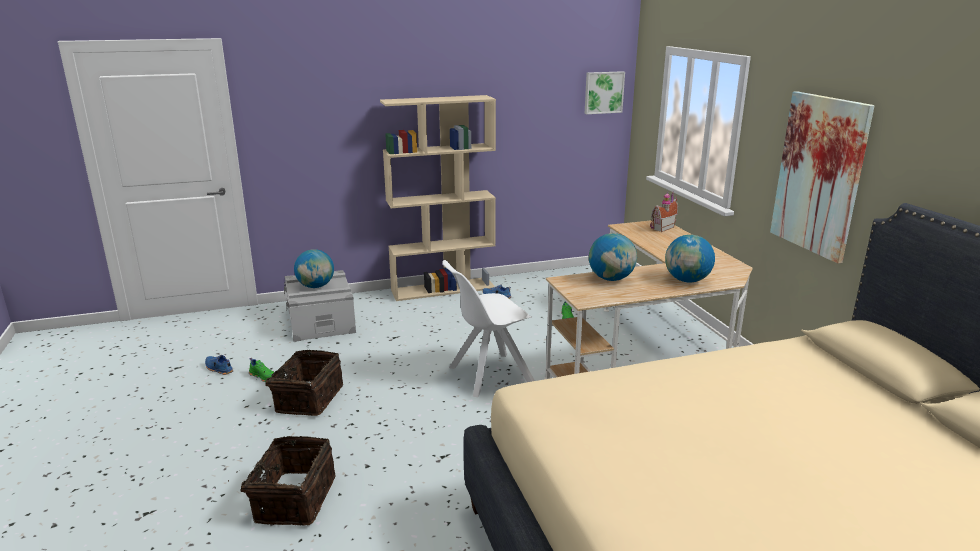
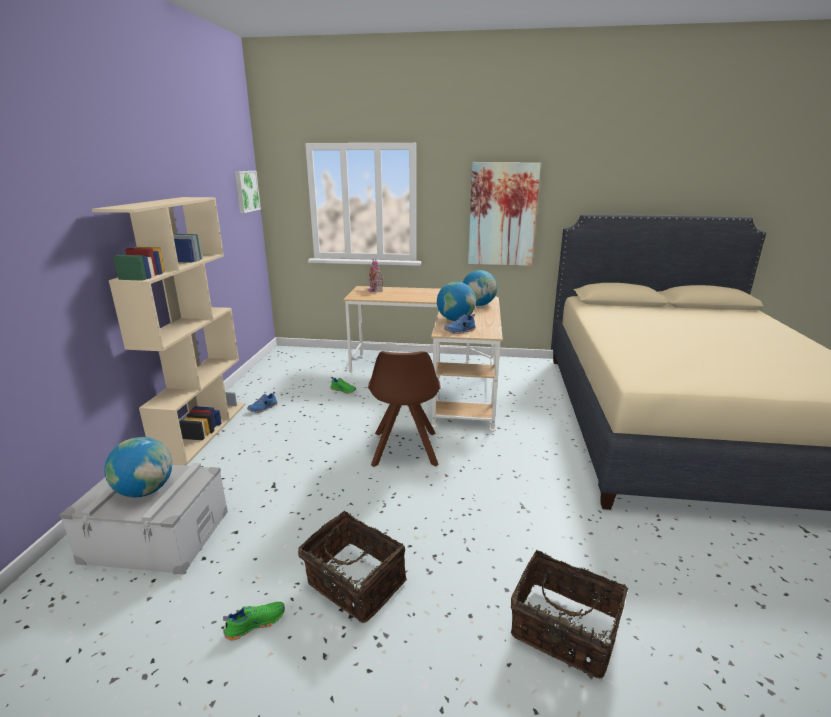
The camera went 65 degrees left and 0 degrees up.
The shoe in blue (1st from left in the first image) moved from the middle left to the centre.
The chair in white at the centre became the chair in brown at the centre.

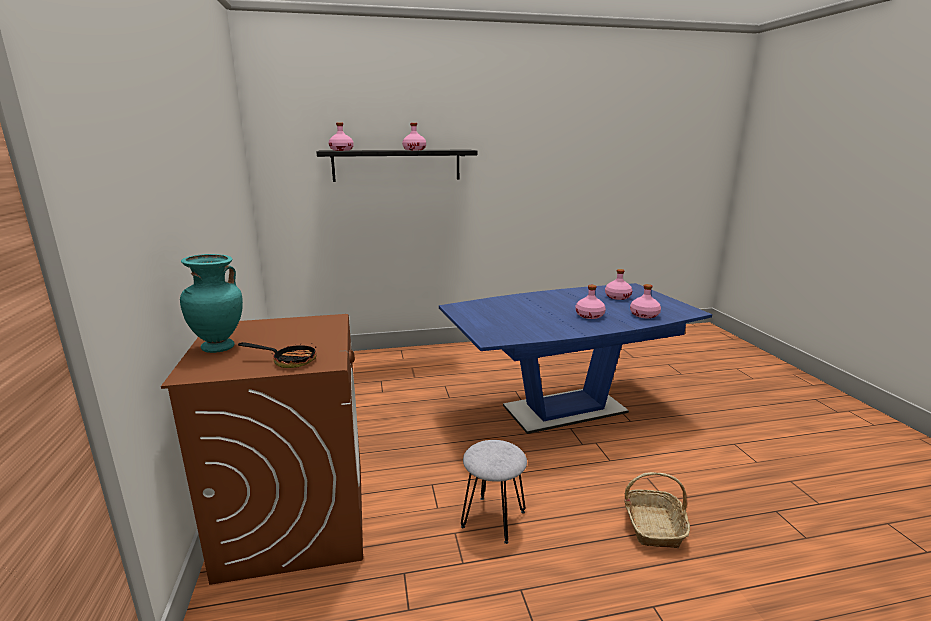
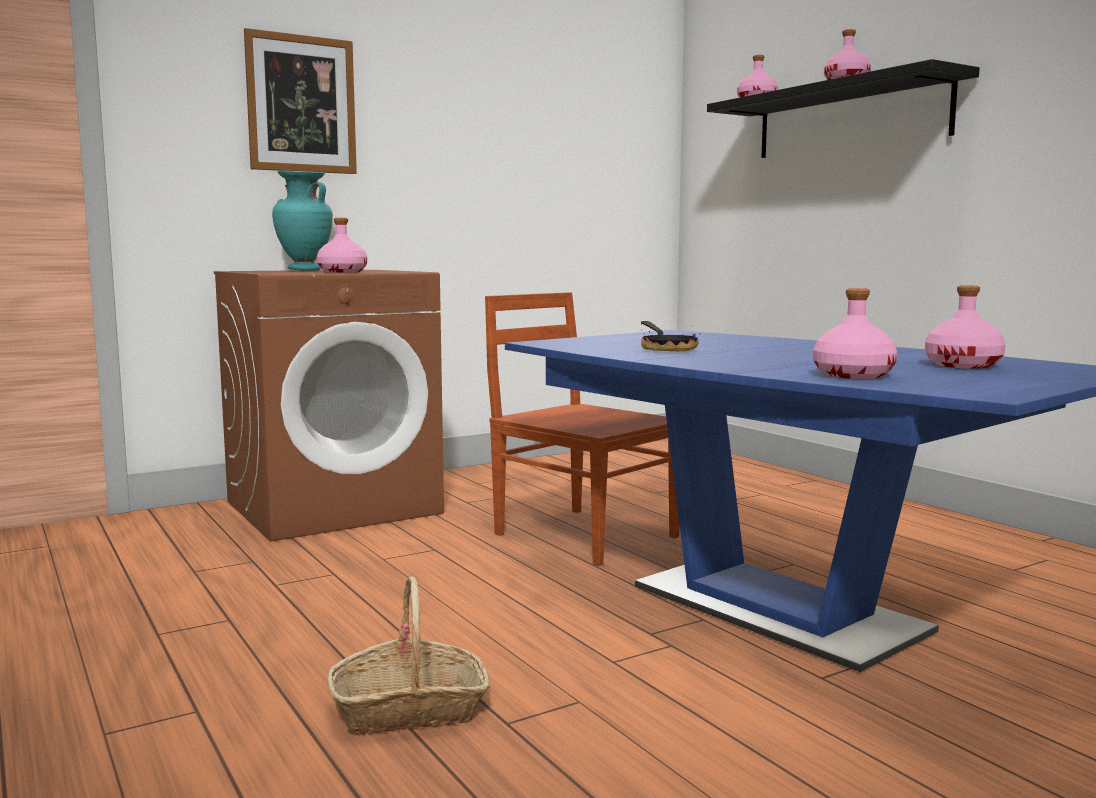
The camera went 70 degrees right and 10 degrees down.
The frying pan moved from the middle left to the centre.
The stool in grey at the bottom centre disappeared.
The bottle in pink (3rd from left in the first image) moved from the centre to the top left.
The picture at the top left appeared.
The chair in brown at the centre appeared.

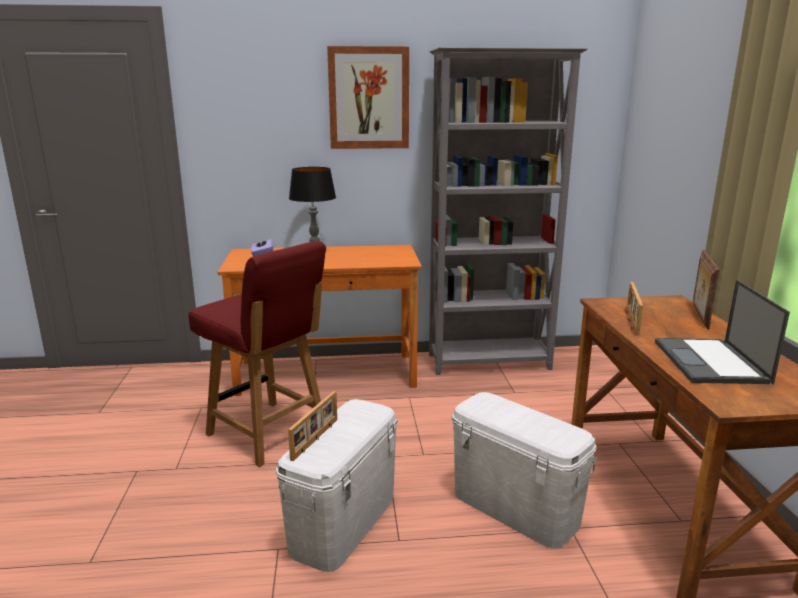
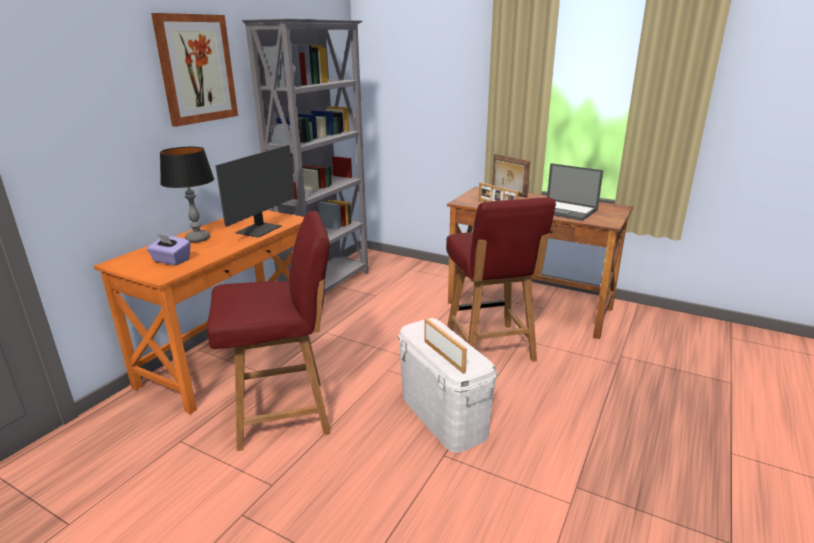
The camera went 55 degrees left and 5 degrees up.
The storage box in white (2nd from left) at the bottom centre was replaced by the chair in red (2nd from left) at the centre.
The monitor at the middle left appeared.

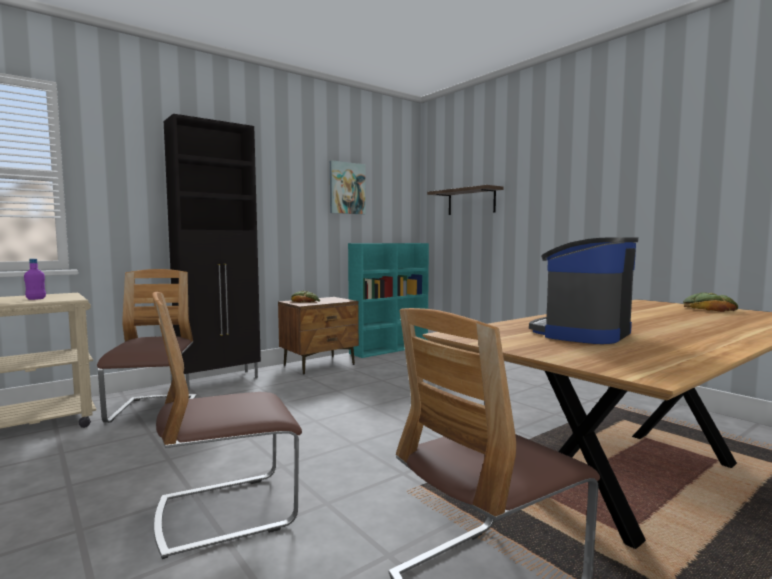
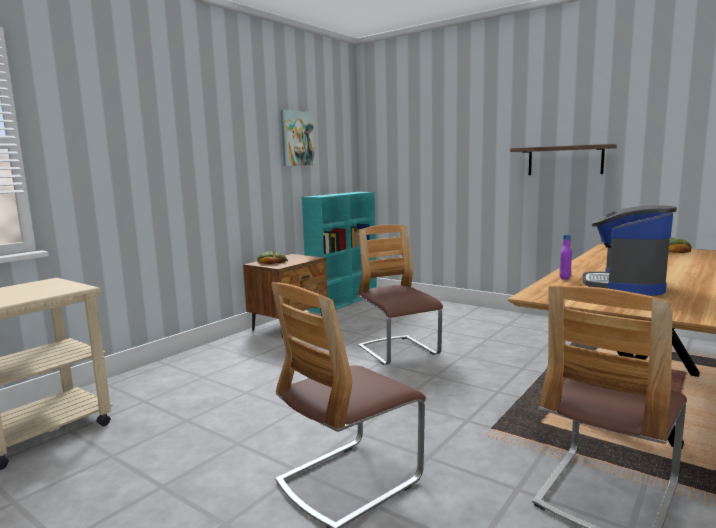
The camera went 15 degrees left and 5 degrees up.
The bottle in purple moved from the middle left to the middle right.
The chair (1st from left in the first image) moved from the middle left to the centre.
The cabinet in black at the middle left disappeared.
The shelf moved from the centre to the top right.

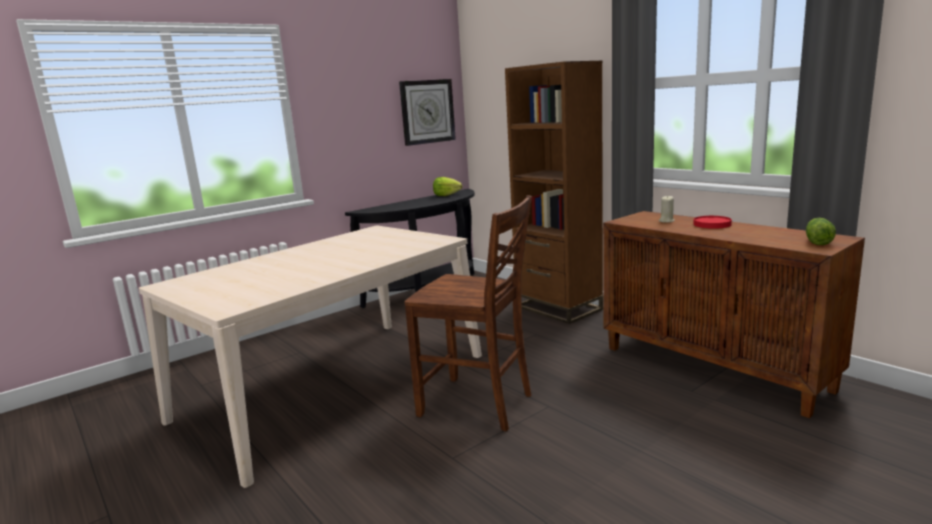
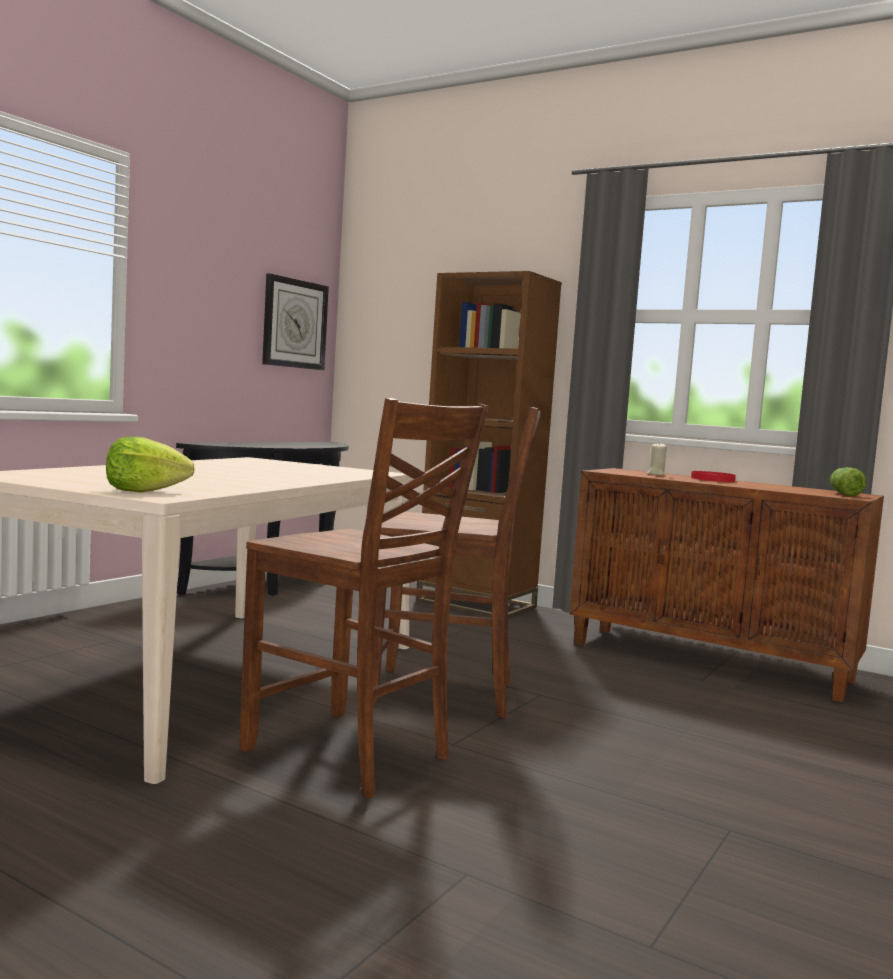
The camera went 20 degrees left and 10 degrees down.
The lettuce (1st from left) moved from the centre to the middle left.
The chair in brown (1st from left) at the centre appeared.

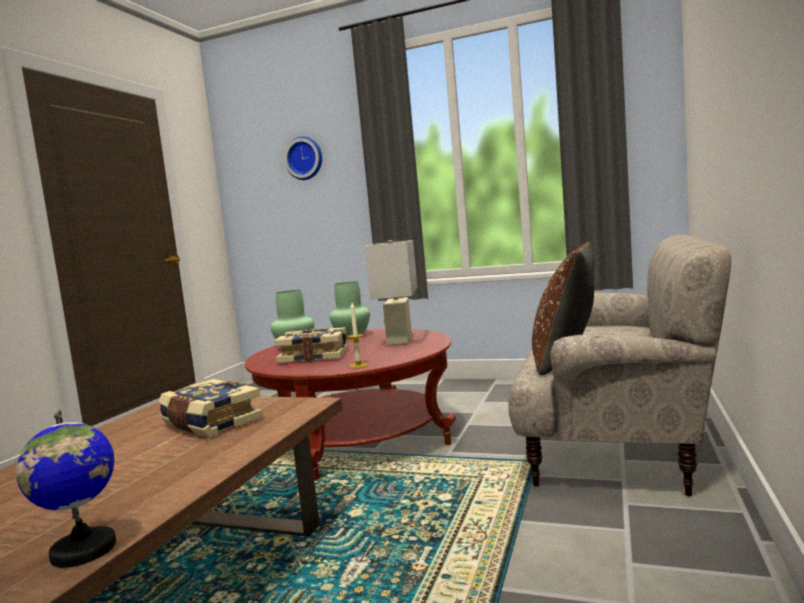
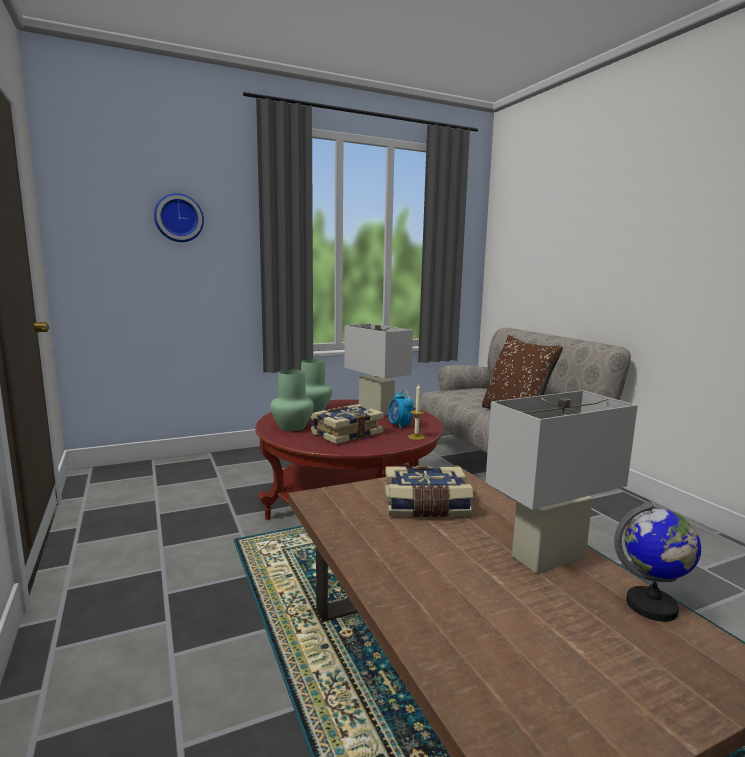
The camera went 45 degrees left and 5 degrees up.
The alarm clock at the centre appeared.
The table lamp in white (2nd from left) at the middle right appeared.

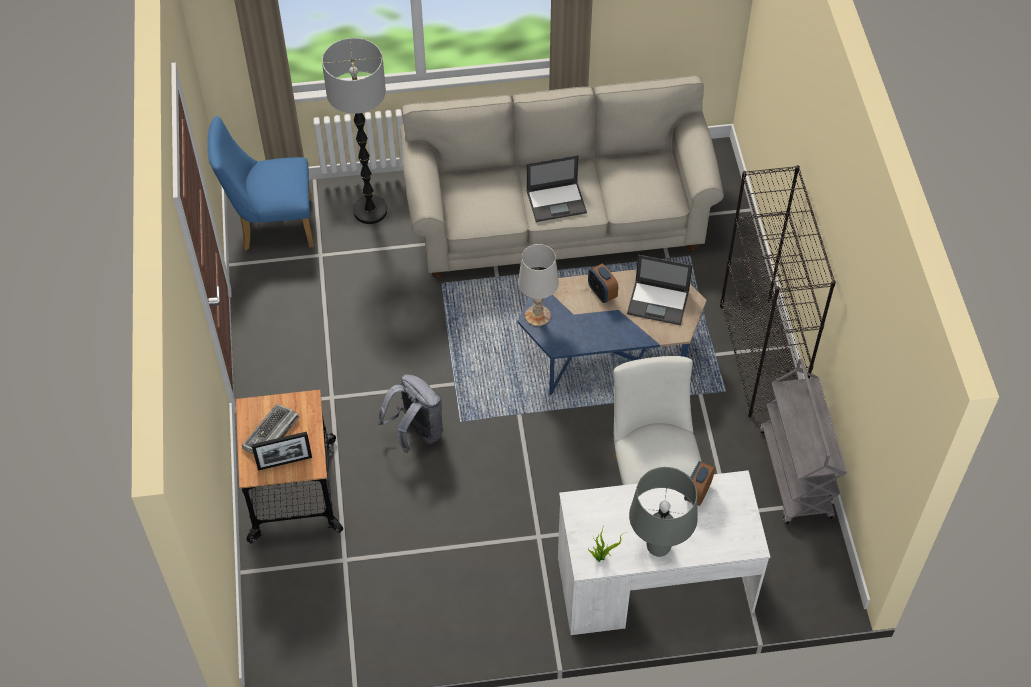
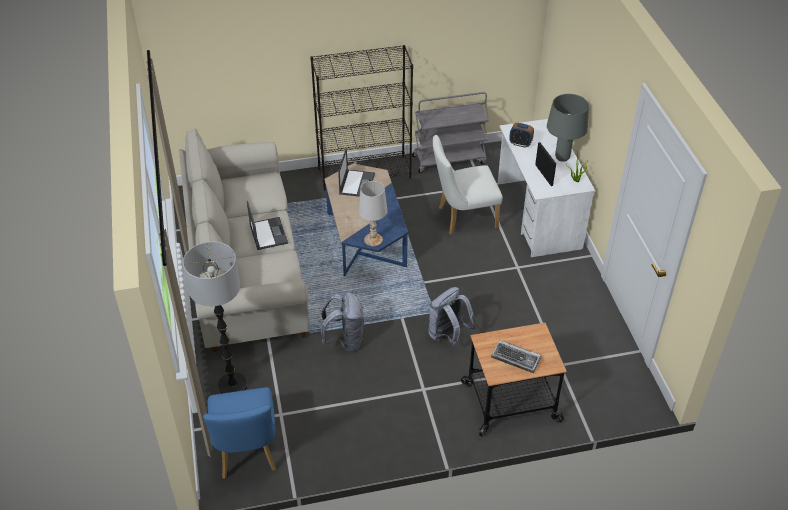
The camera went 95 degrees left and 10 degrees down.
The picture frame moved from the middle left to the top right.
The alarm clock (1st from left) at the centre disappeared.
The backpack in grey (1st from left) at the centre appeared.

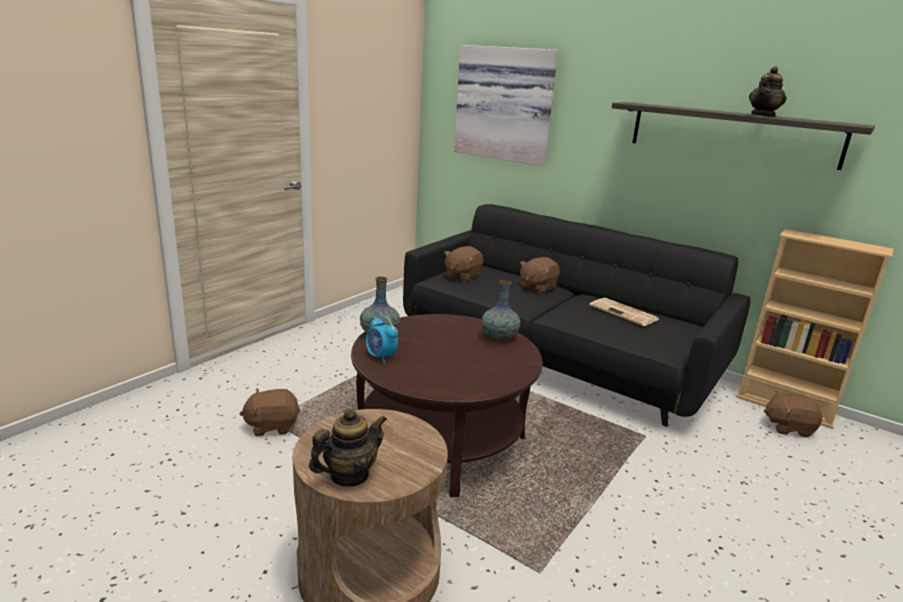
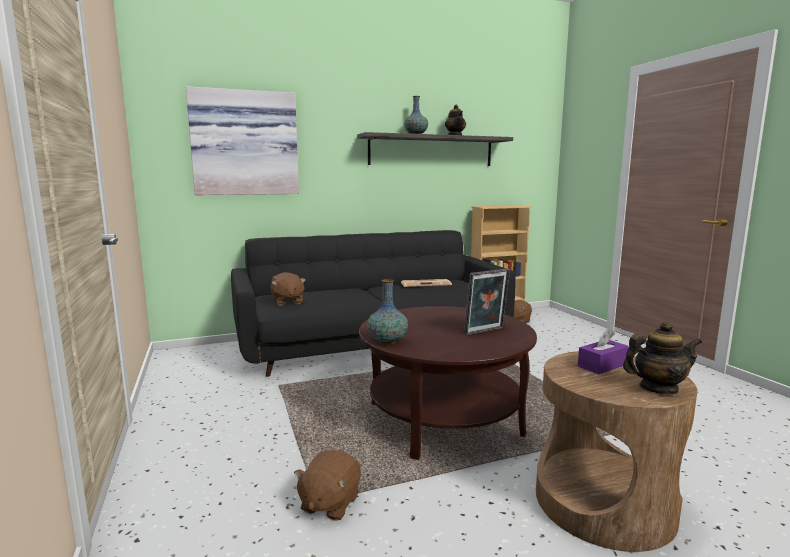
The camera went 55 degrees left and 10 degrees down.
The teapot (1st from left in the first image) at the bottom centre turned 90 degrees clockwise.
The alarm clock at the centre disappeared.
The vase (2nd from left) moved from the centre to the top centre.
The plush toy in brown (3rd from left) at the centre disappeared.
The picture frame at the centre appeared.
The tissue box in purple at the middle right appeared.

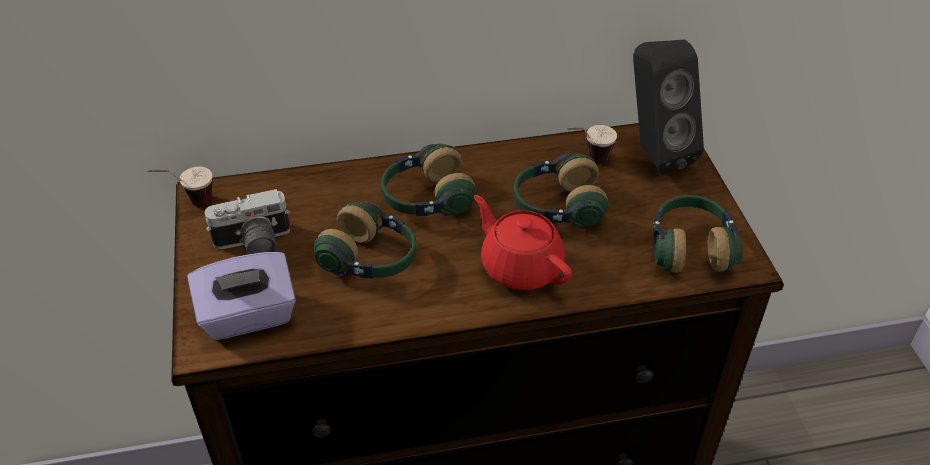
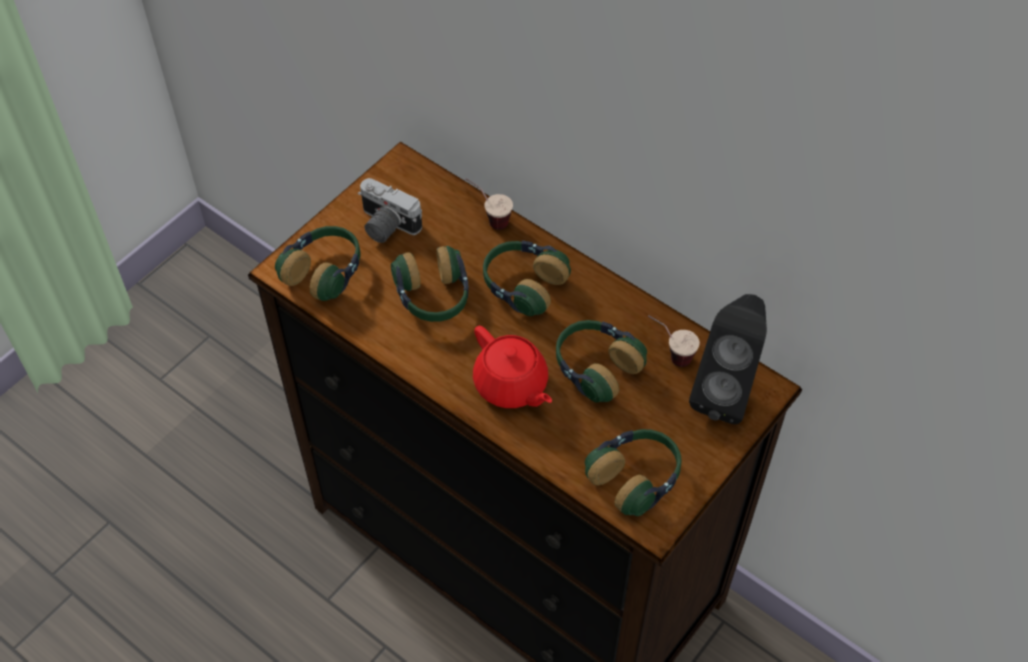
The camera went 50 degrees right and 10 degrees up.
The cup (1st from left) moved from the middle left to the top centre.
The tissue box in purple at the middle left was replaced by the headphones (1st from left) at the middle left.
The teapot in red at the centre turned 135 degrees clockwise.

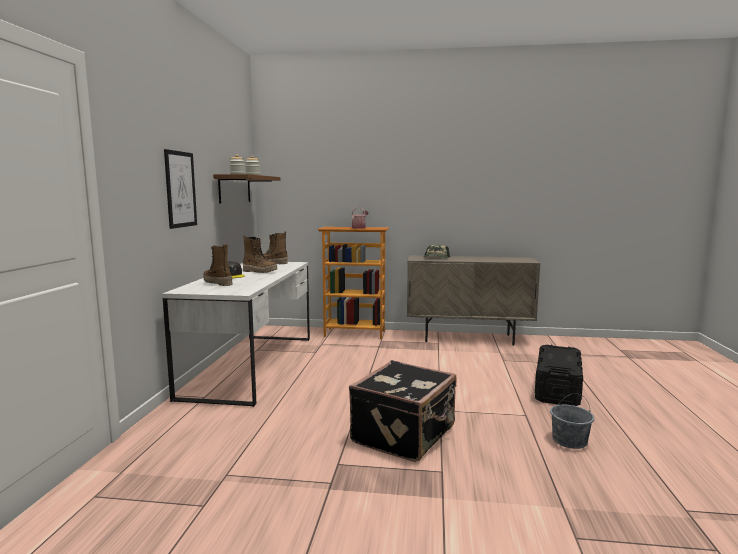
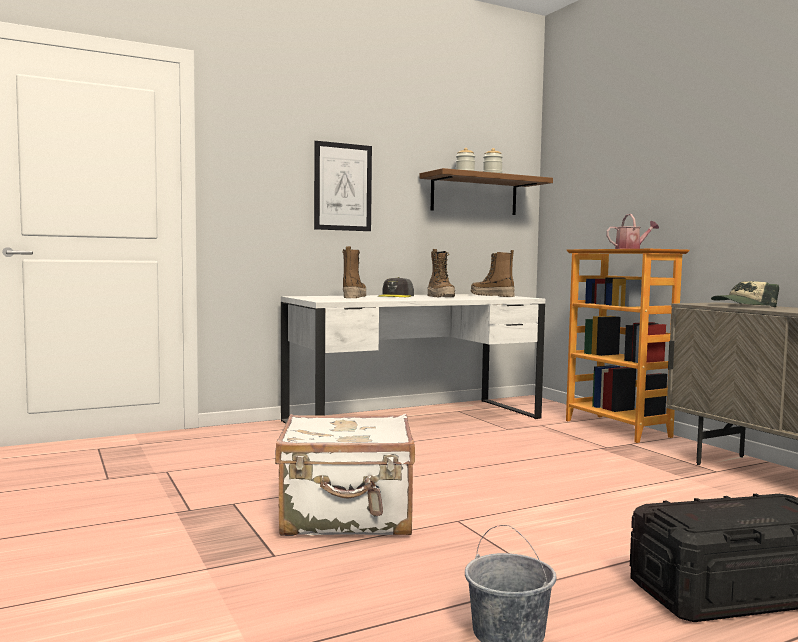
The camera went 55 degrees right and 5 degrees down.
The suitcase in black at the bottom centre became the suitcase in white at the bottom centre.

